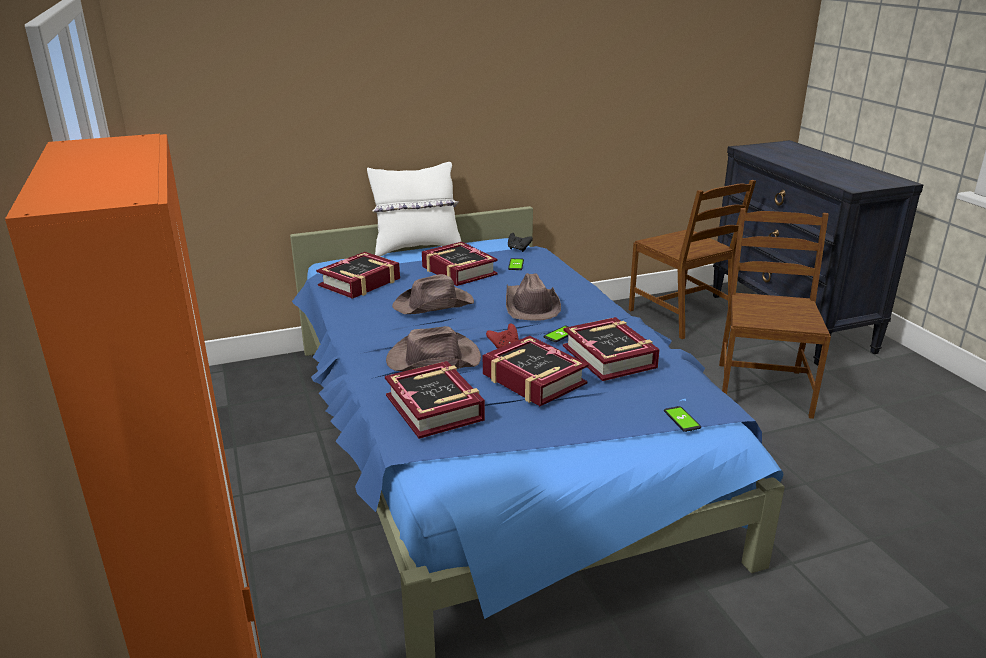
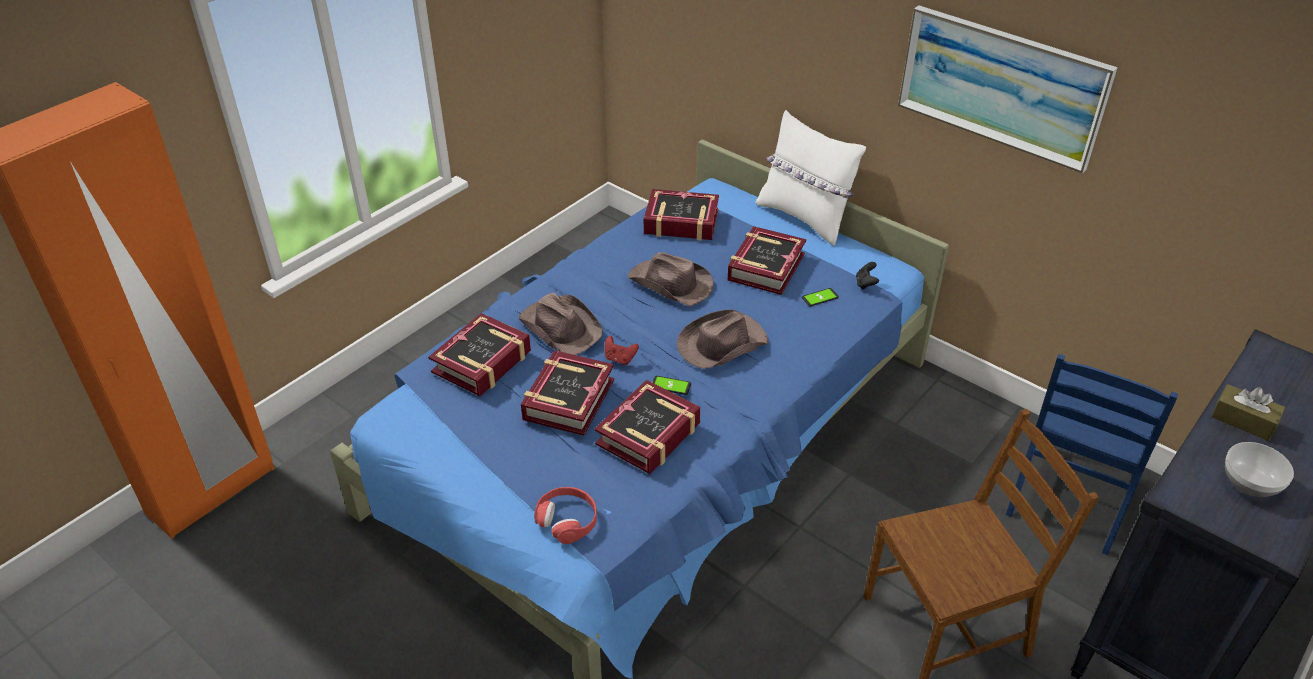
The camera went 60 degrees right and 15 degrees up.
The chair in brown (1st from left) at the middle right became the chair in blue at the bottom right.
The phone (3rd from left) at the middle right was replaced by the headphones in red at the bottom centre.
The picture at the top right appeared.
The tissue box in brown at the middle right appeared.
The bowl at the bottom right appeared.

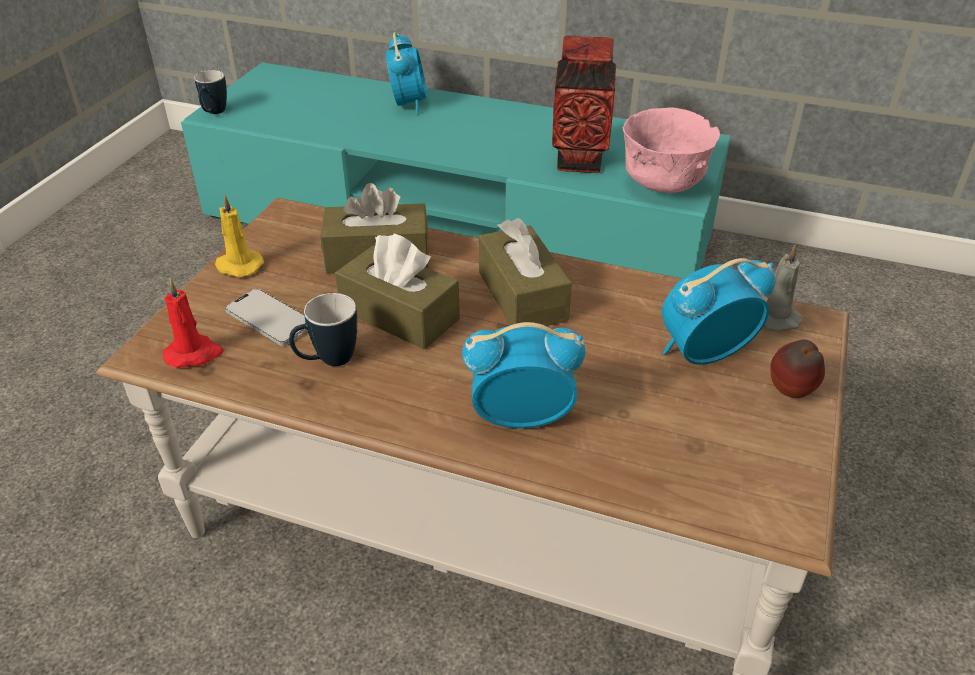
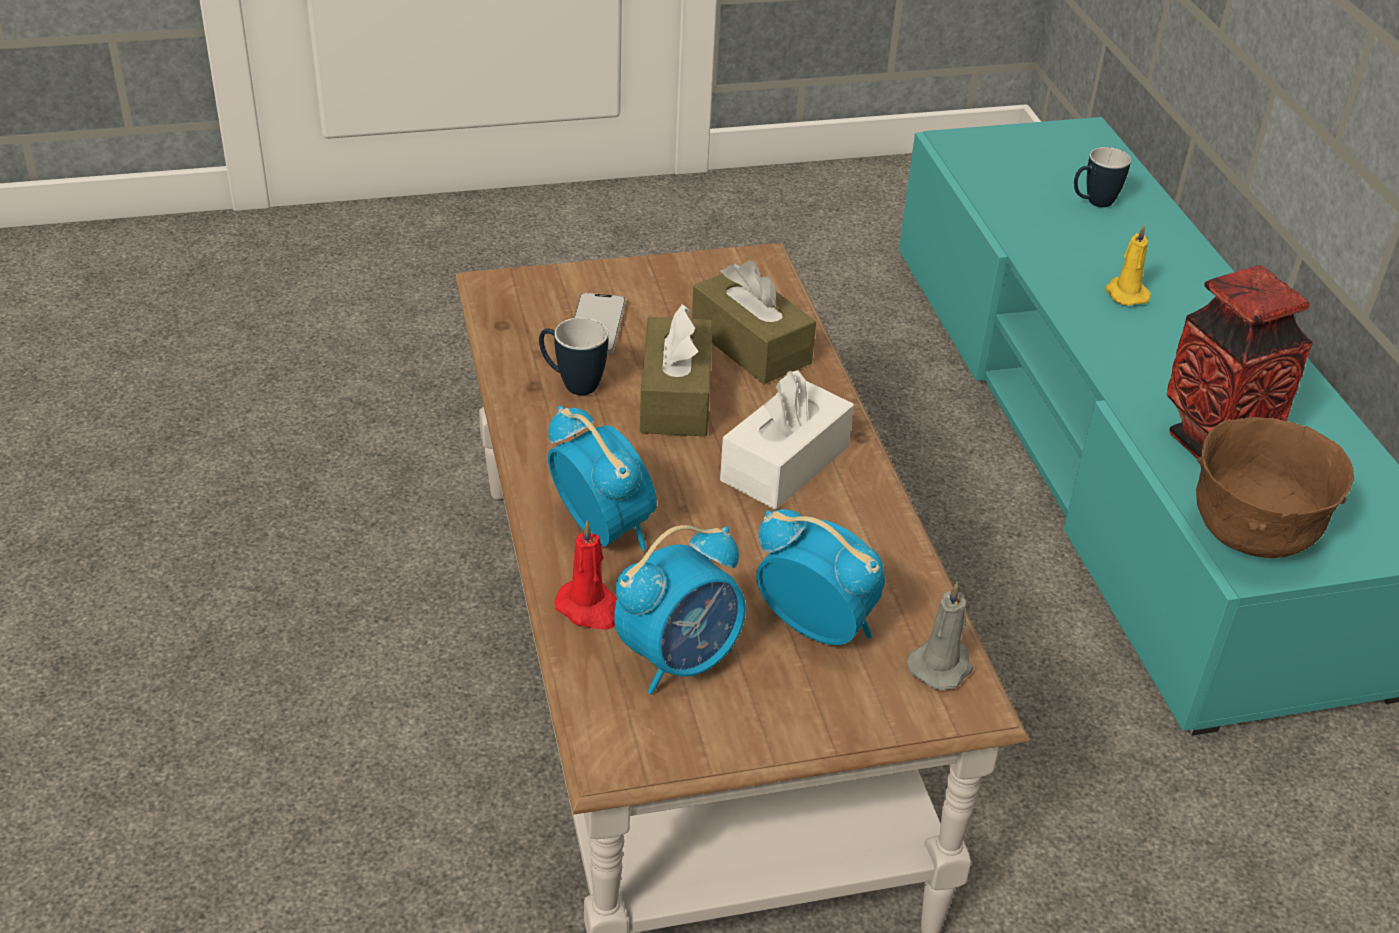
The camera went 55 degrees right and 0 degrees up.
The candle in red moved from the middle left to the centre.
The mug (1st from left in the first image) moved from the top left to the top right.
The candle in yellow moved from the middle left to the top right.
The alarm clock (1st from left in the first image) moved from the top centre to the centre.
The tissue box in brown (3rd from left) at the centre became the tissue box in white at the centre.
The bowl in pink at the top right became the bowl in brown at the middle right.
The apple at the middle right disappeared.

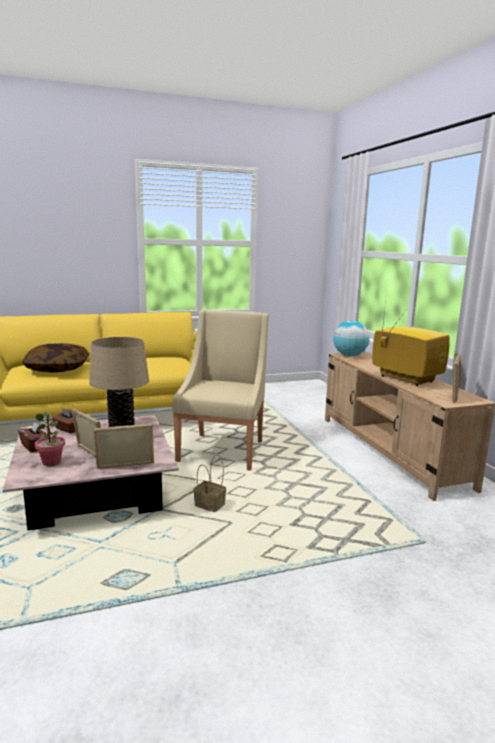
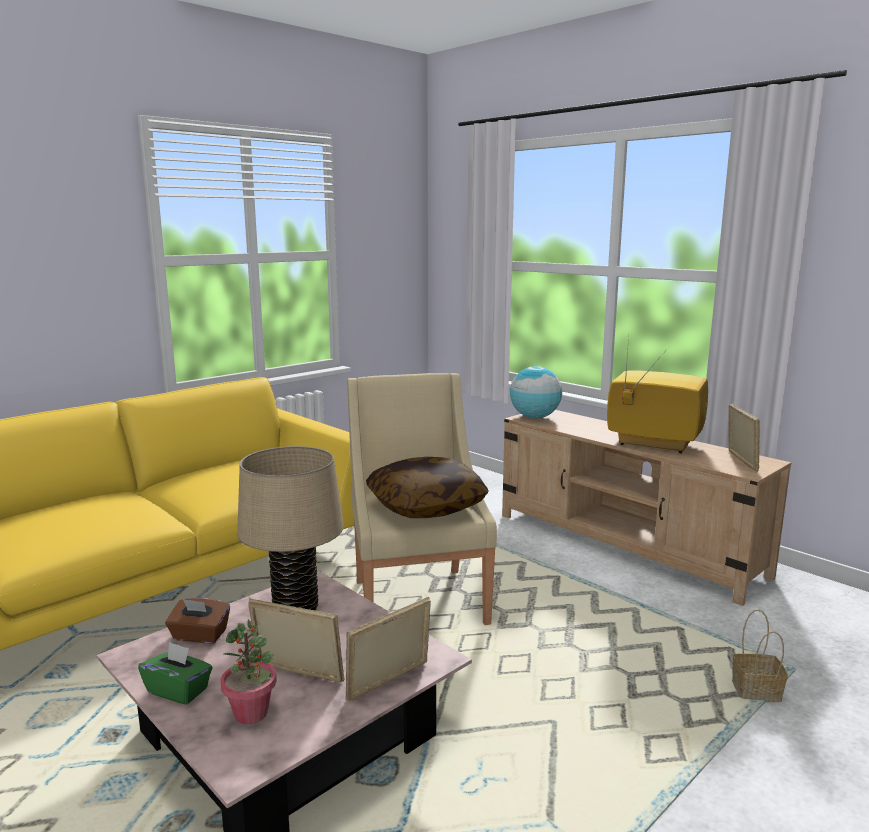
The camera went 25 degrees left and 0 degrees up.
The tissue box in brown (1st from left) at the middle left became the tissue box in green at the bottom left.
The pillow moved from the middle left to the centre.
The basket moved from the centre to the bottom right.

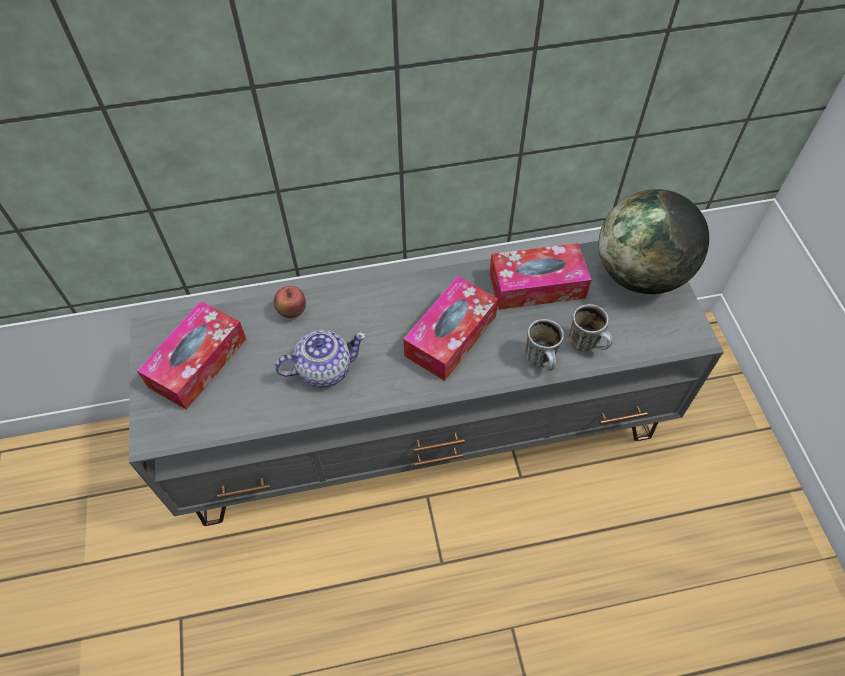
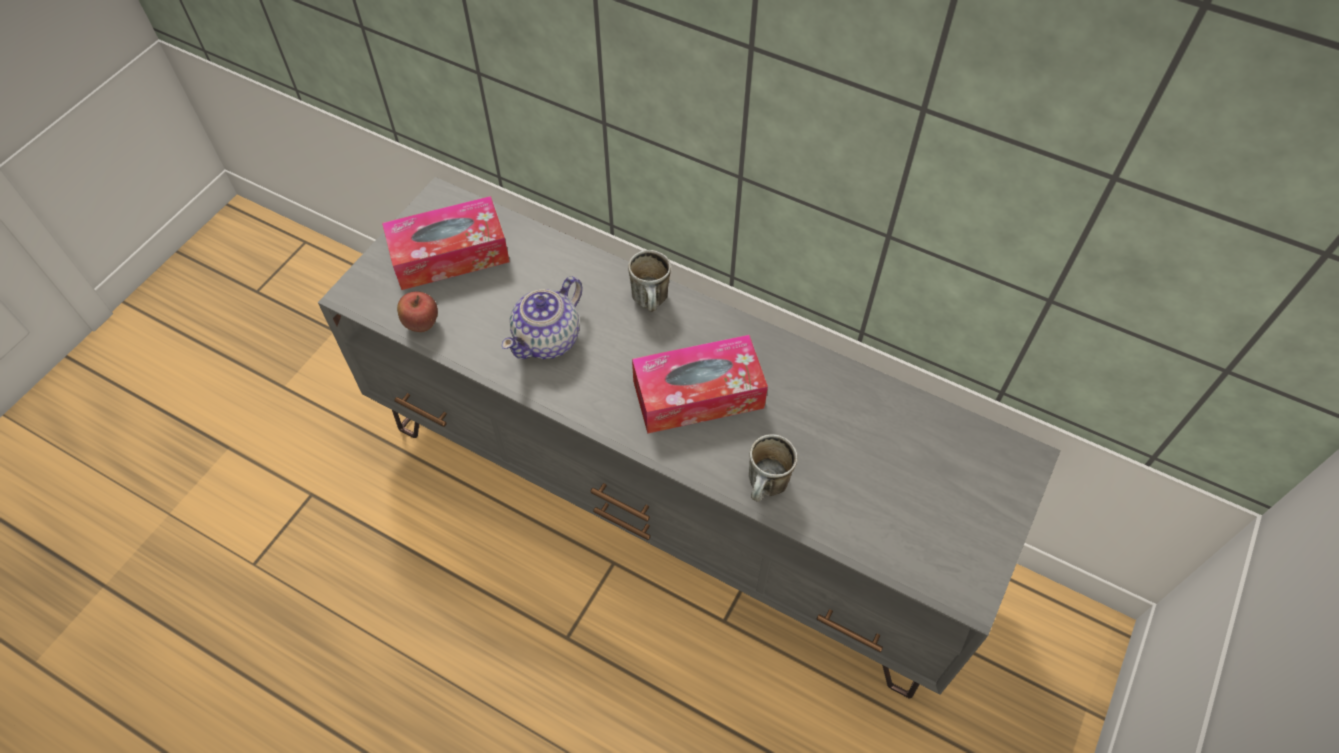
The camera went 40 degrees right and 0 degrees up.
The apple moved from the centre to the middle left.
The teapot at the centre turned 105 degrees clockwise.
The tissue box (3rd from left) at the centre disappeared.
The mug (2nd from left in the first image) moved from the middle right to the centre.
The globe at the middle right disappeared.

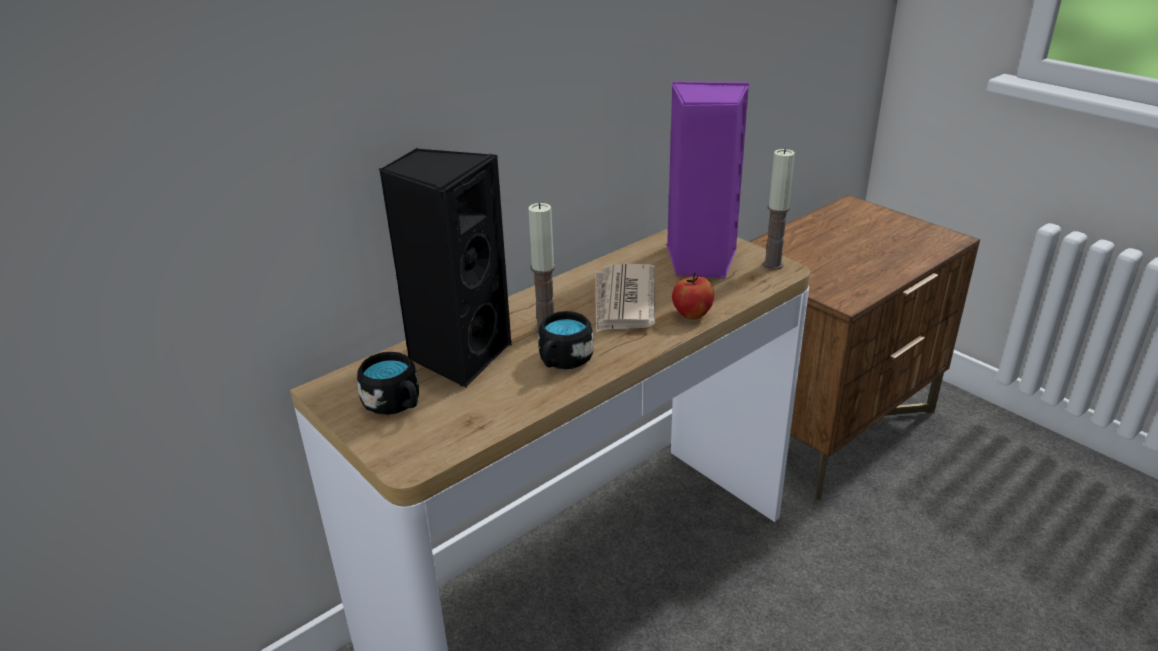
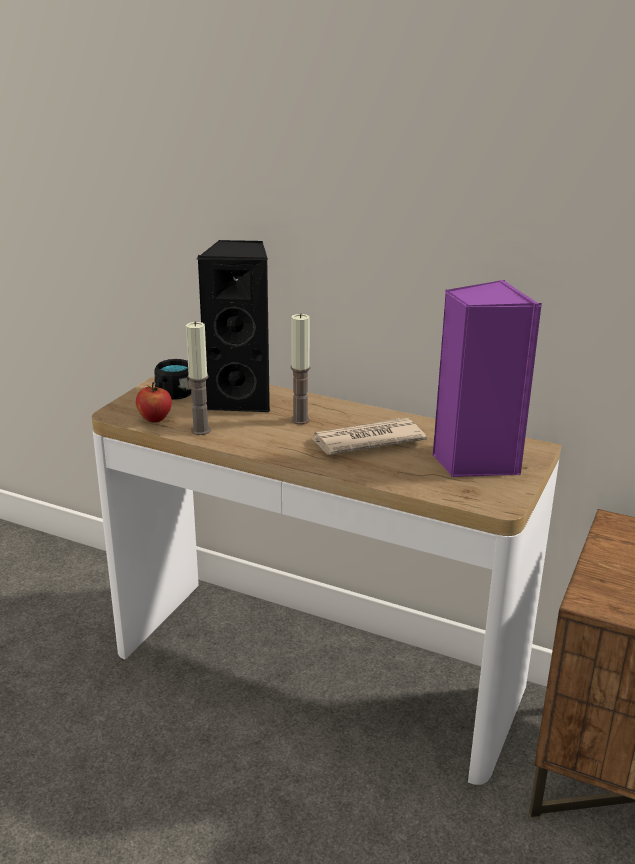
The camera went 65 degrees right and 5 degrees down.
The mug in black (2nd from left) at the centre disappeared.
The apple moved from the centre to the middle left.
The candle (2nd from left in the first image) moved from the top right to the middle left.

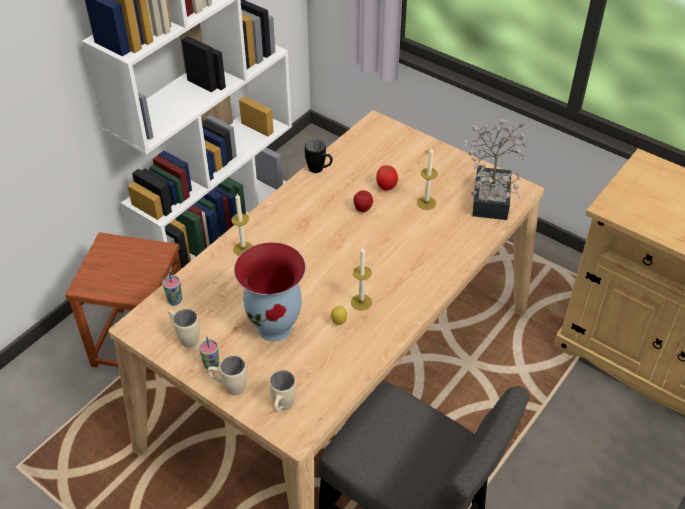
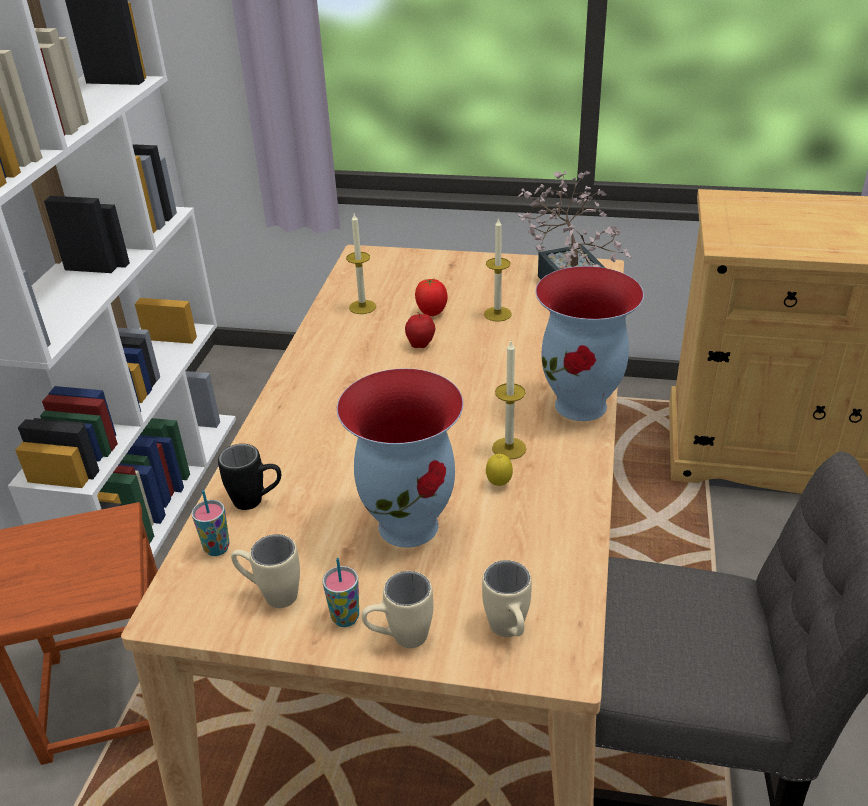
The camera went 25 degrees left and 10 degrees down.
The candle (1st from left) moved from the centre to the top centre.
The mug in black moved from the top centre to the middle left.
The vase (2nd from left) at the middle right appeared.

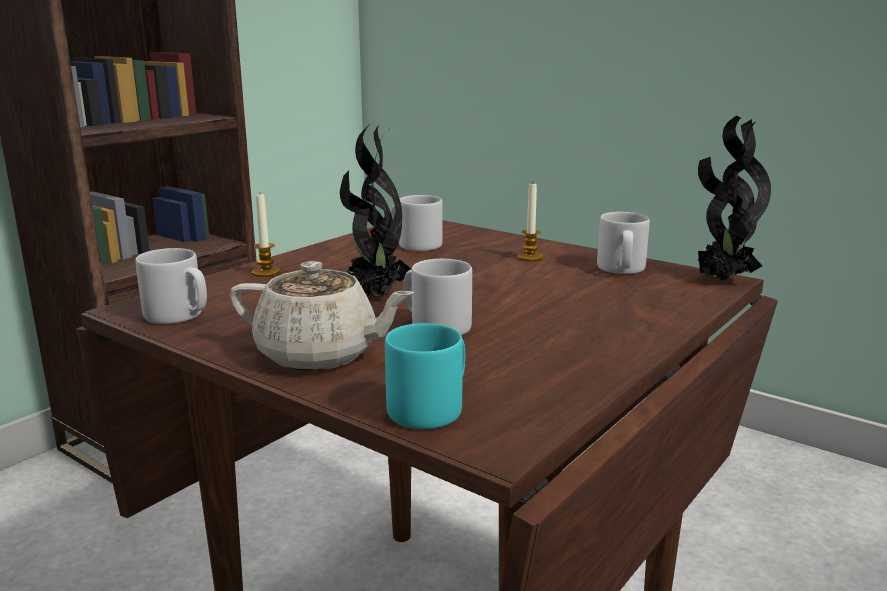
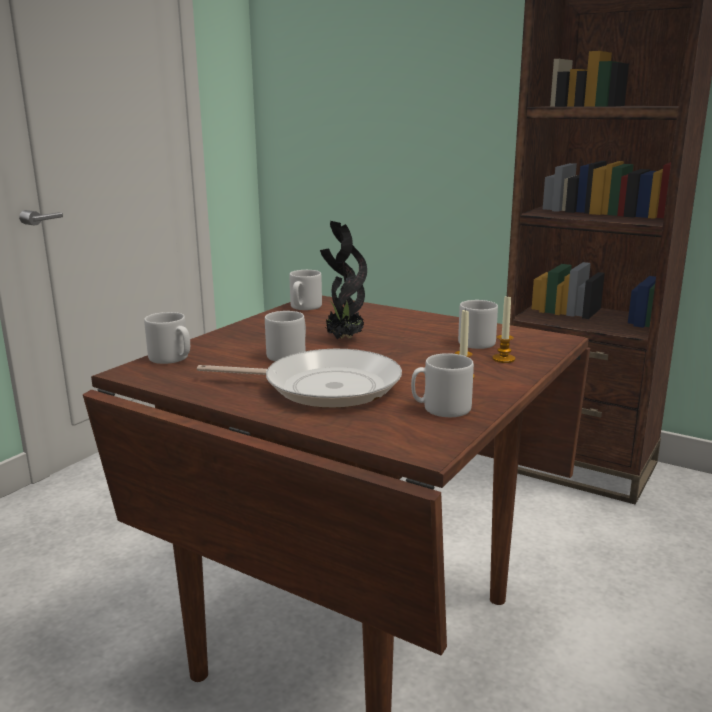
The camera went 85 degrees right and 0 degrees up.
The teapot in beige at the centre disappeared.
The candle (1st from left in the first image) moved from the middle left to the middle right.
The mug in turquoise at the centre became the mug in grey (1st from left) at the middle left.
The potted plant (2nd from left) at the middle right disappeared.
The frying pan at the centre appeared.

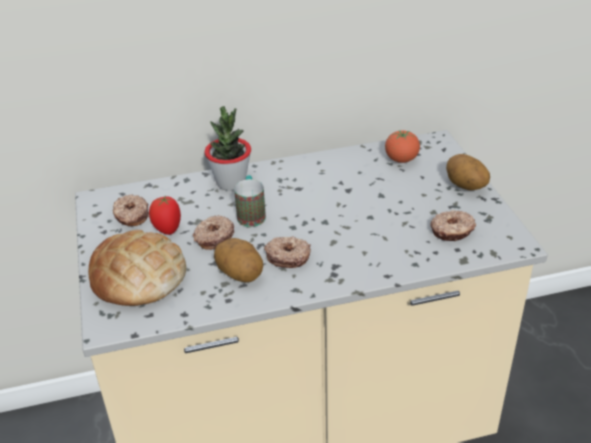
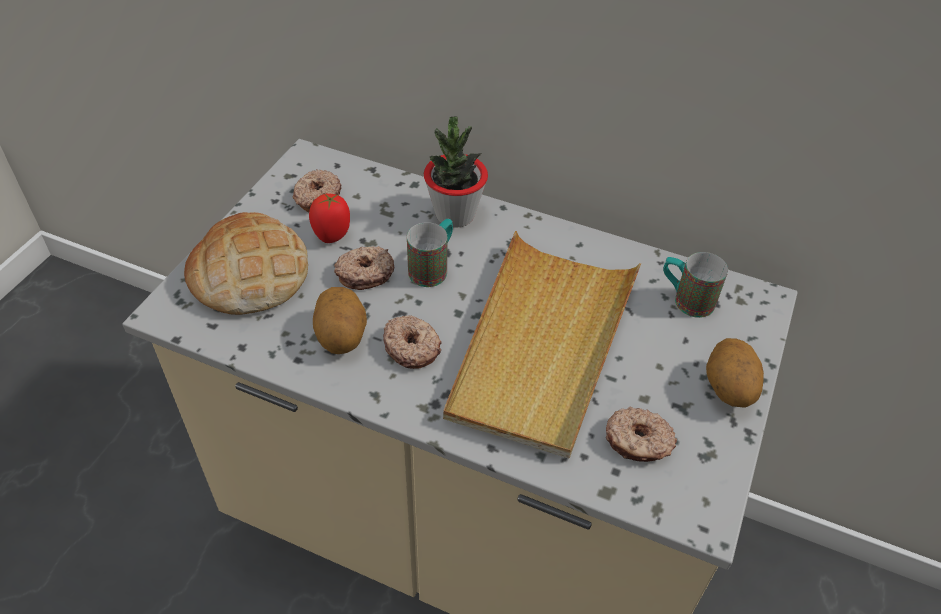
The camera went 35 degrees right and 10 degrees up.
The tomato (2nd from left) at the top right was replaced by the mug (2nd from left) at the middle right.
The tray in beige at the centre appeared.

